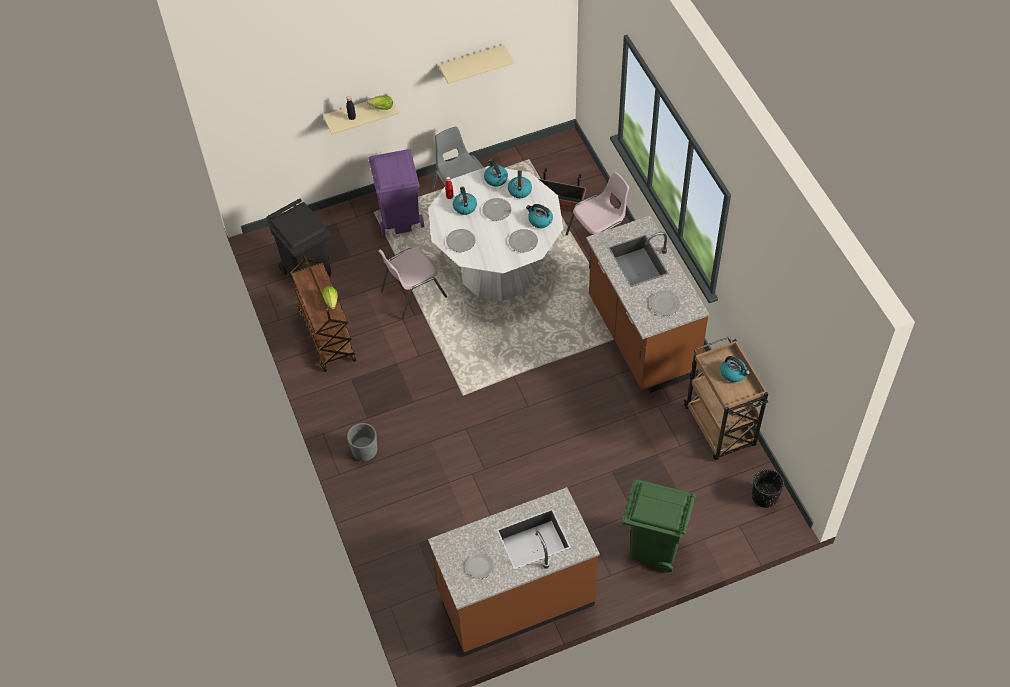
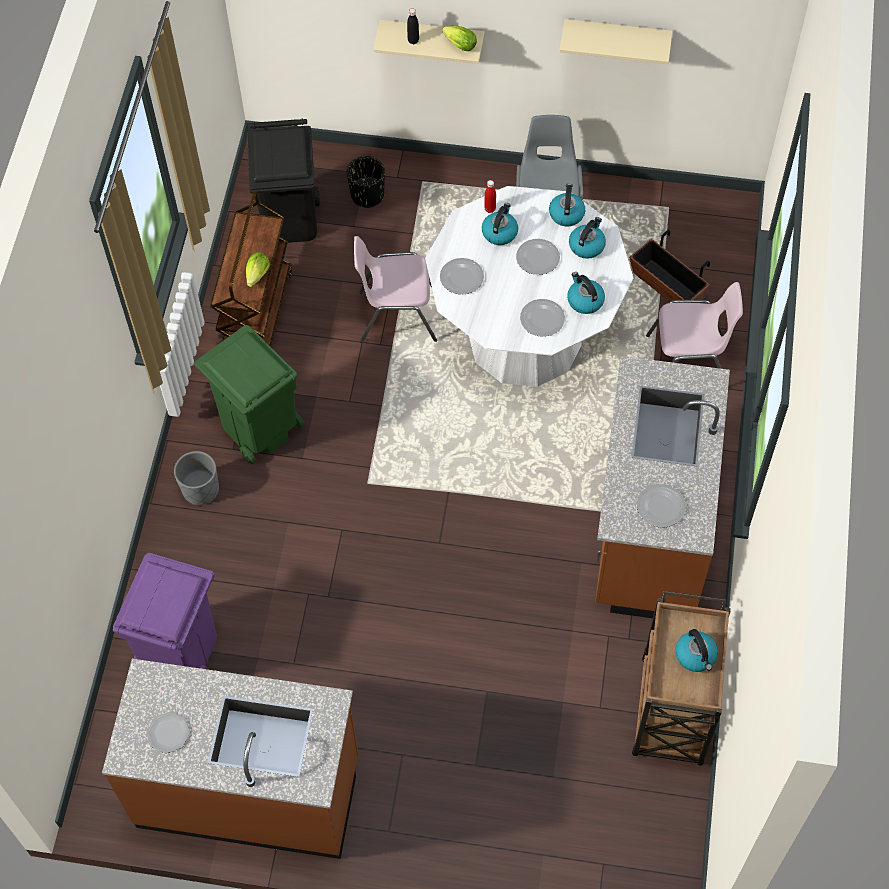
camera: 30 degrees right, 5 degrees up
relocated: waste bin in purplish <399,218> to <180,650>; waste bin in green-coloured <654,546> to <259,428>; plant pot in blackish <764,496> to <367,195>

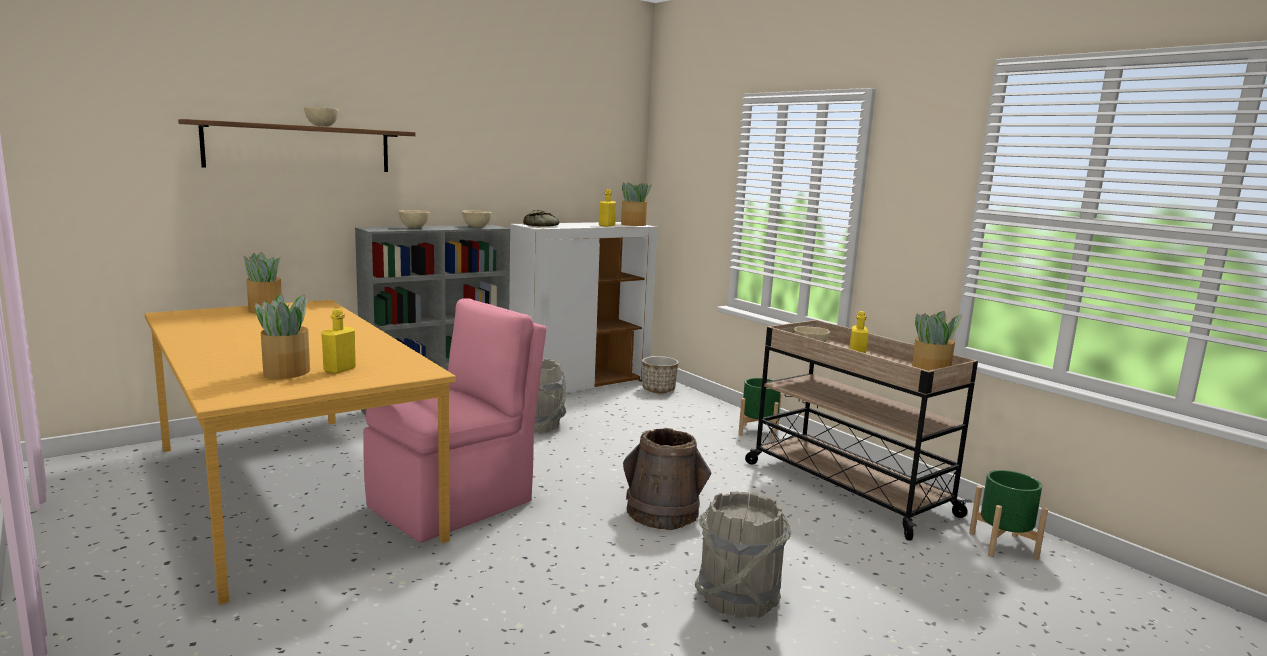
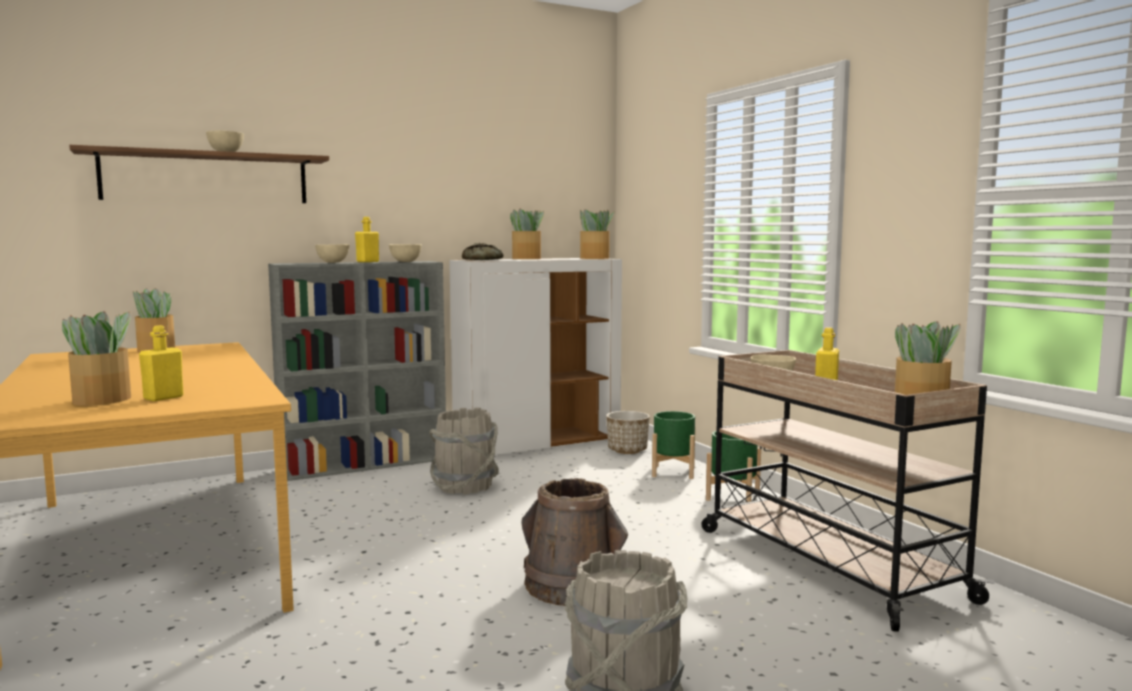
camera: 10 degrees right, 5 degrees down
missing: plain chair in pink-coloured <455,503>
appeared: houseplant <527,258>
relocated: beverage bottle in yellow-coloured <606,225> to <367,262>; plant pot in green-coloured <1002,545> to <673,472>

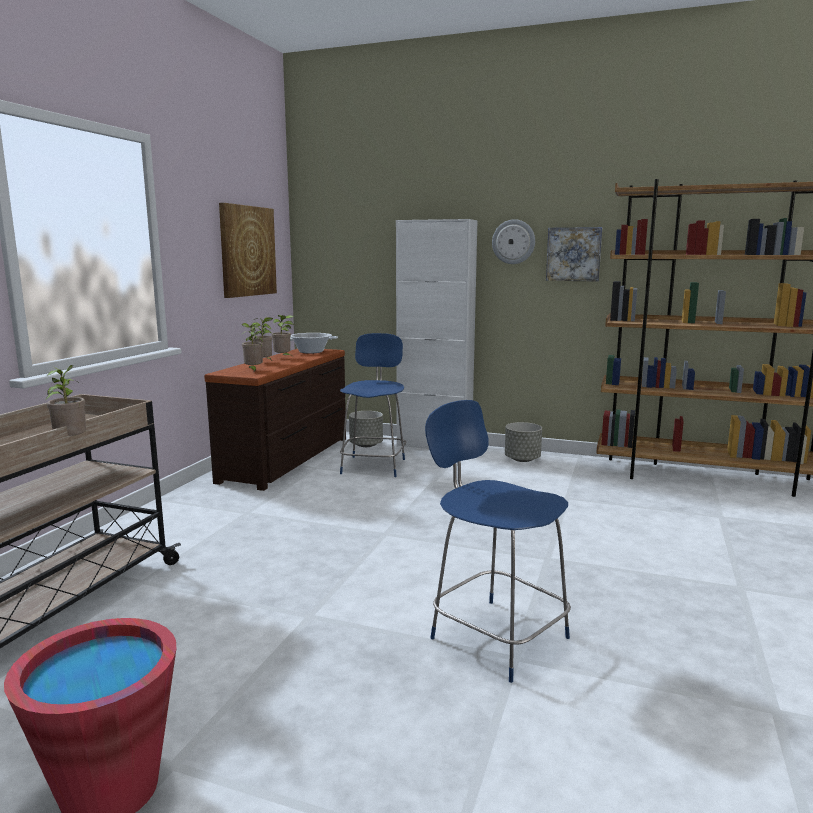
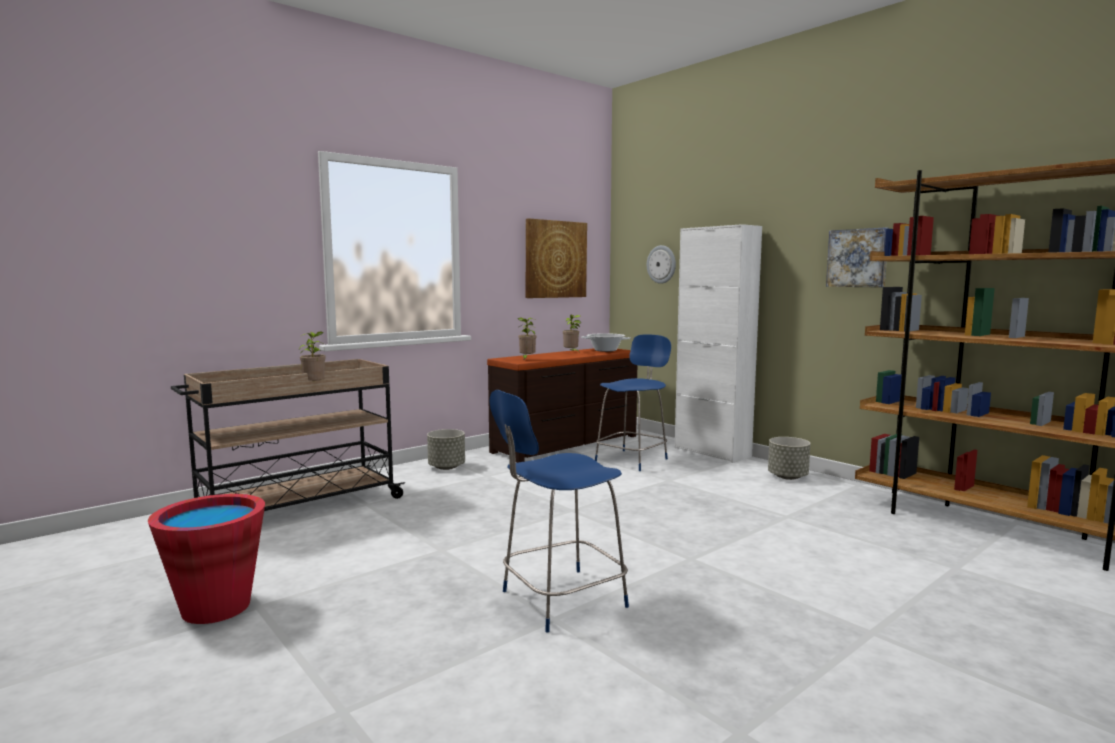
camera: 30 degrees right, 5 degrees down
missing: houseplant <264,362>
relocated: plant pot in gray <366,445> to <446,467>; hanging clock <513,242> to <661,264>
spun: plain chair in bluish <495,635> = <559,600> 105 degrees counterclockwise

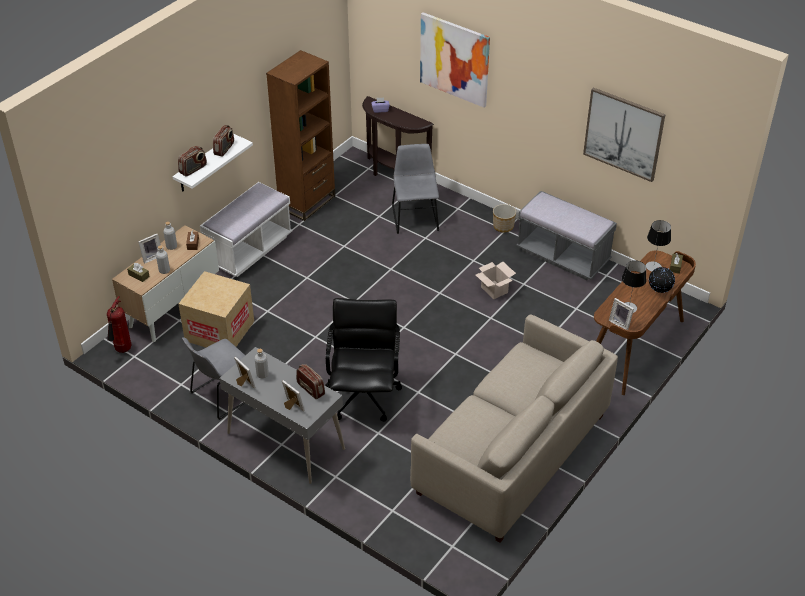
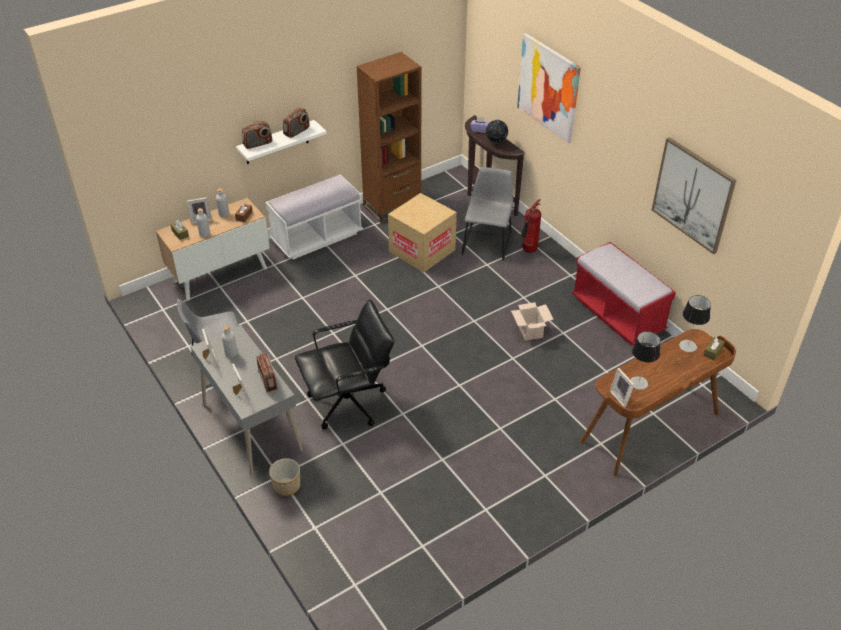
camera: 20 degrees right, 0 degrees up
missing: sofa in beige-coloured <512,454>
relocated: fire extinguisher <122,350> to <528,251>; cardboard box <219,331> to <422,250>; plant pot <503,226> to <287,486>; globe <659,292> to <496,143>
colour: indoor bench in gray <563,256> to indoor bench in red <617,315>
spun: desk chair in blackish <364,396> = <348,403> 45 degrees clockwise

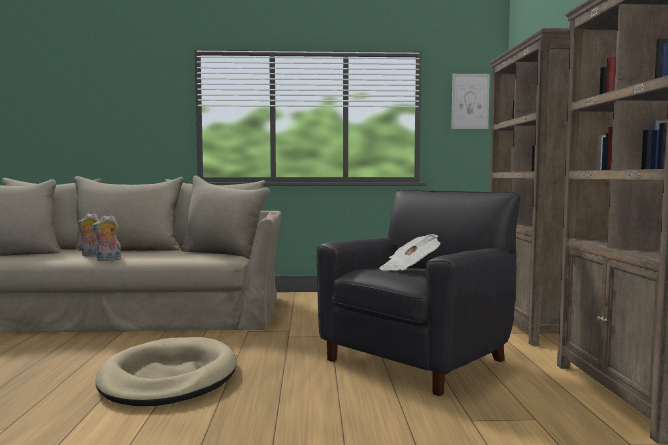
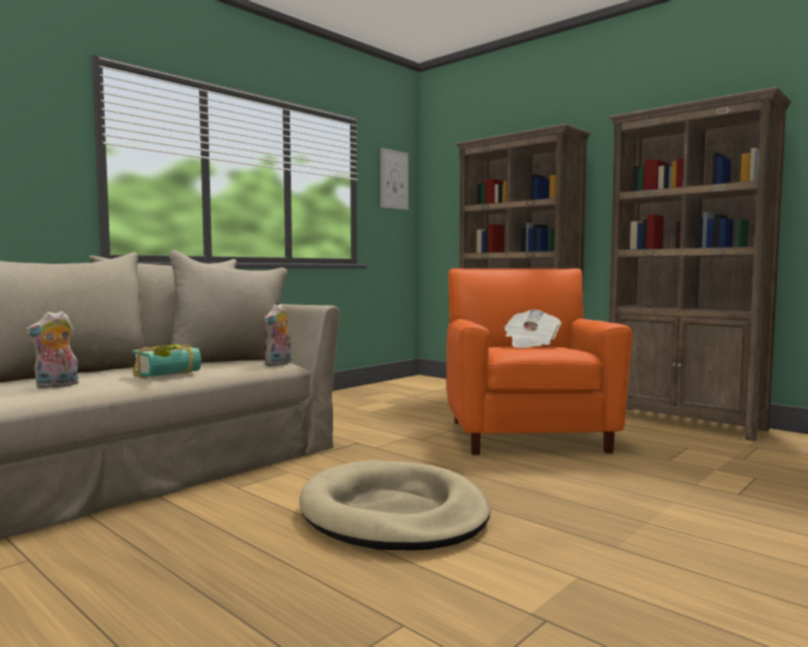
camera: 45 degrees left, 0 degrees up
appeared: volume <170,376>
relocated: cuddly toy <108,260> to <278,364>
colour: lounge chair in blackish <418,359> to lounge chair in orangey <527,435>

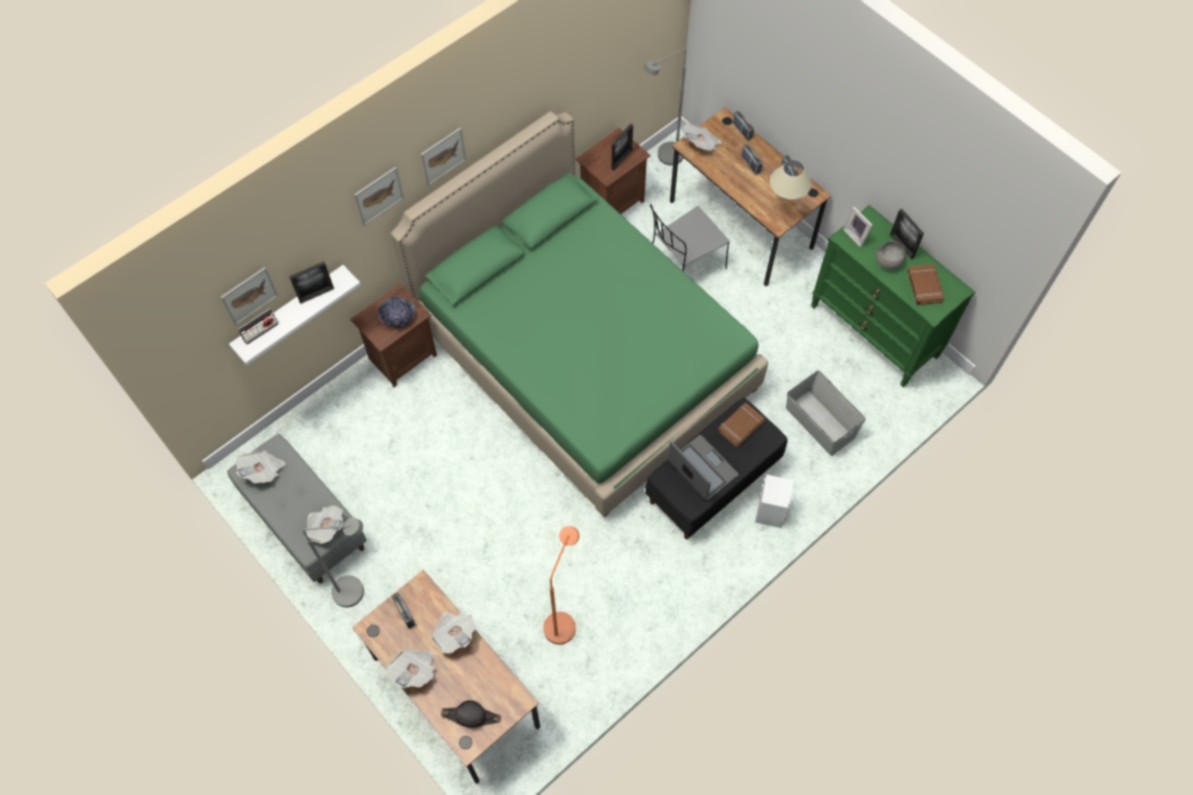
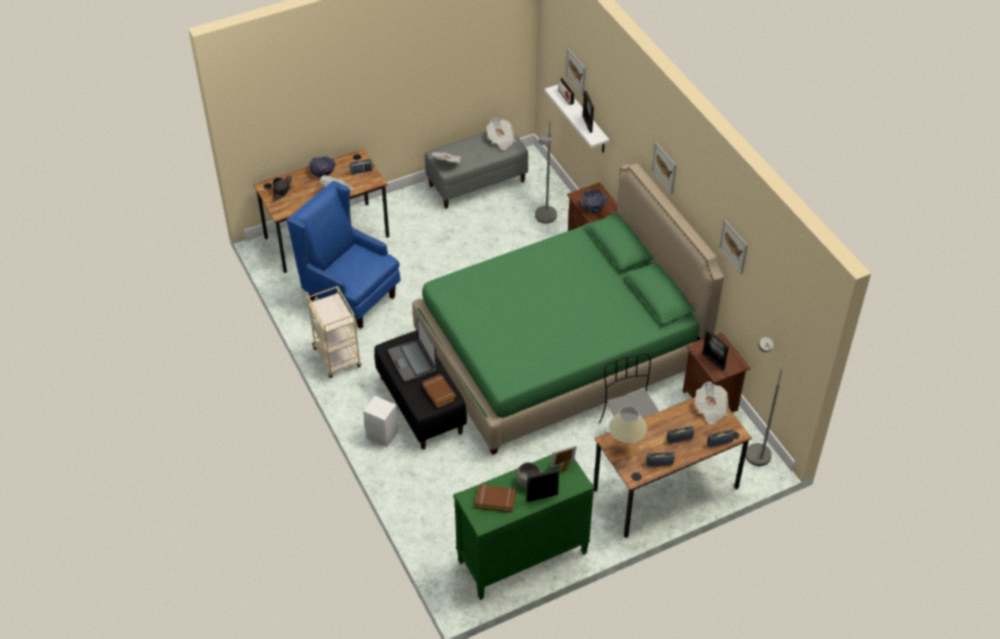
camera: 105 degrees right, 15 degrees down
missing: storage container in gray <820,422>
appeared: wheeled cart in beige-coloured <337,358>
relocated: standing lamp in gray <357,591> to <544,220>; wall picture <378,195> to <734,246>
exchanged: newspaper <415,670> to serving bowl <322,171>; standing lamp in orangey <563,620> to lounge chair in bluish <350,297>
spun: portable computer <702,469> = <412,361> 90 degrees clockwise

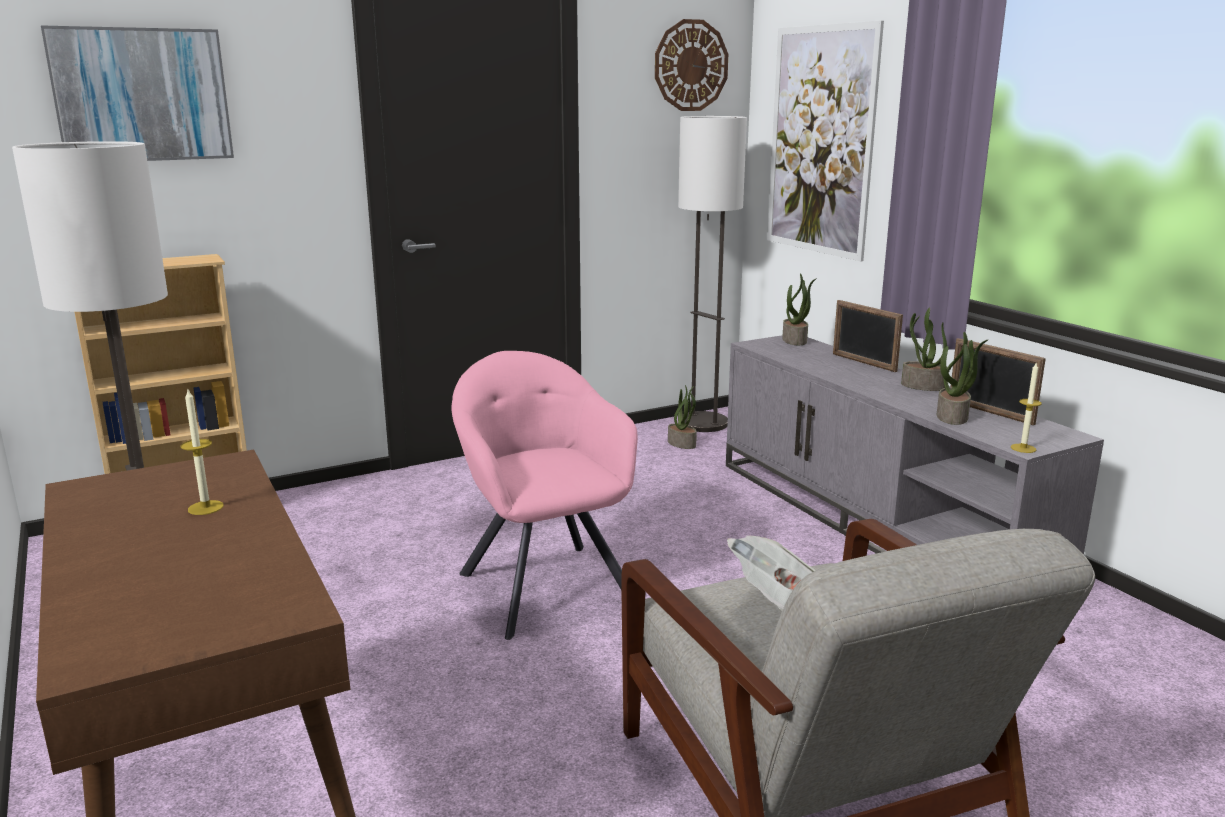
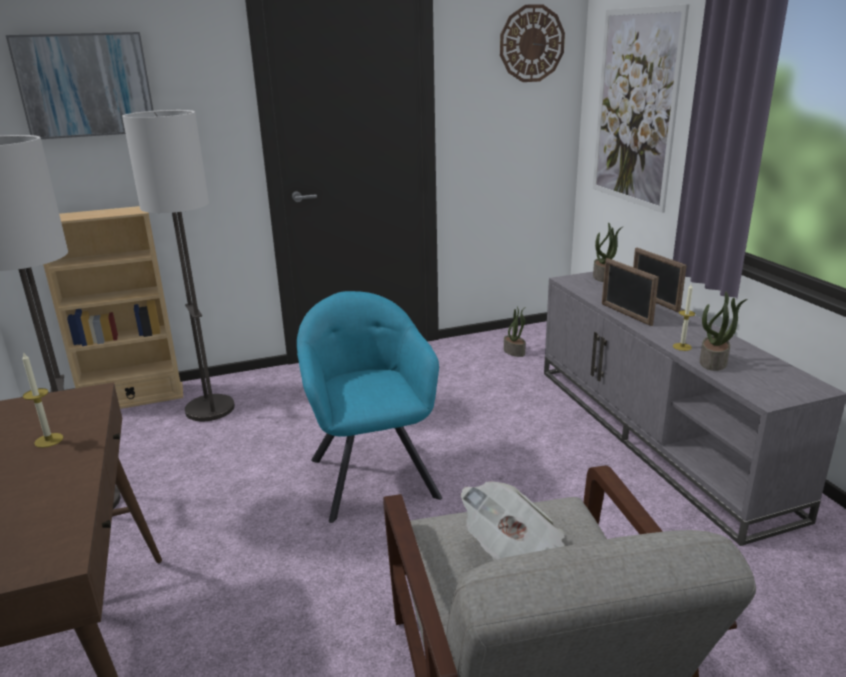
camera: 10 degrees right, 5 degrees up
missing: houseplant <922,386>
relocated: standing lamp <703,423> to <210,409>; picture frame <990,412> to <625,314>; wax candle <1023,448> to <682,347>
colour: lounge chair in pink-coloured <544,584> to lounge chair in blue-green <372,474>

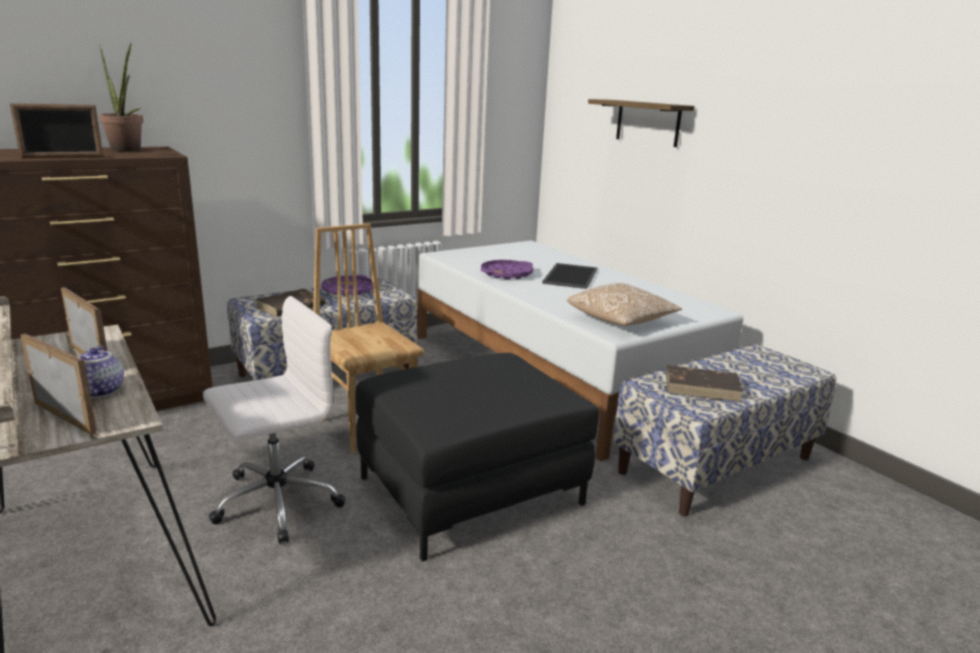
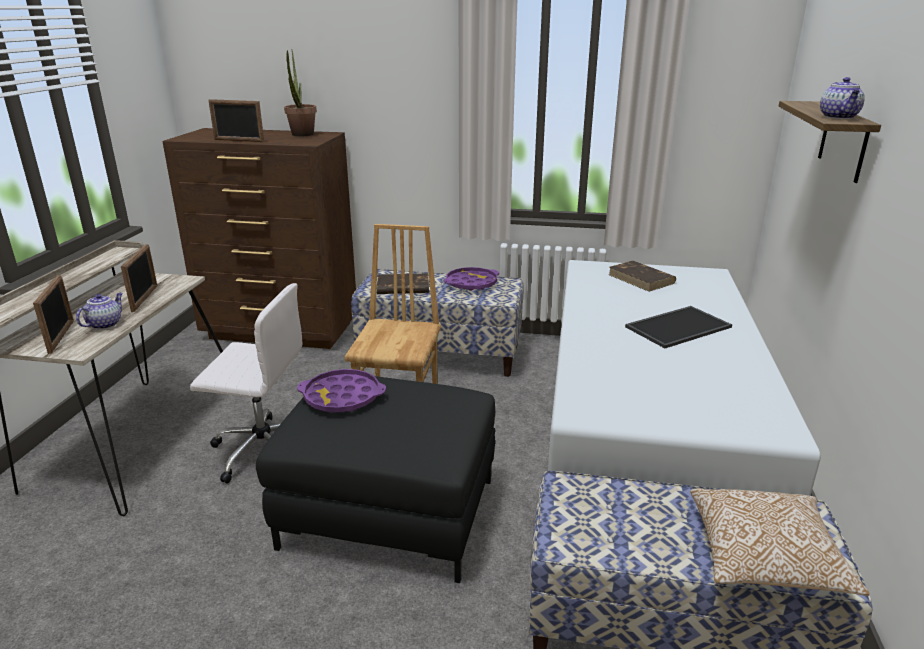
camera: 45 degrees right, 5 degrees up
appeared: teapot <839,117>
relocated: serving tray in purplish <507,274> to <342,397>; throw pillow <621,320> to <764,558>; volume in brown-coloured <702,387> to <641,279>

